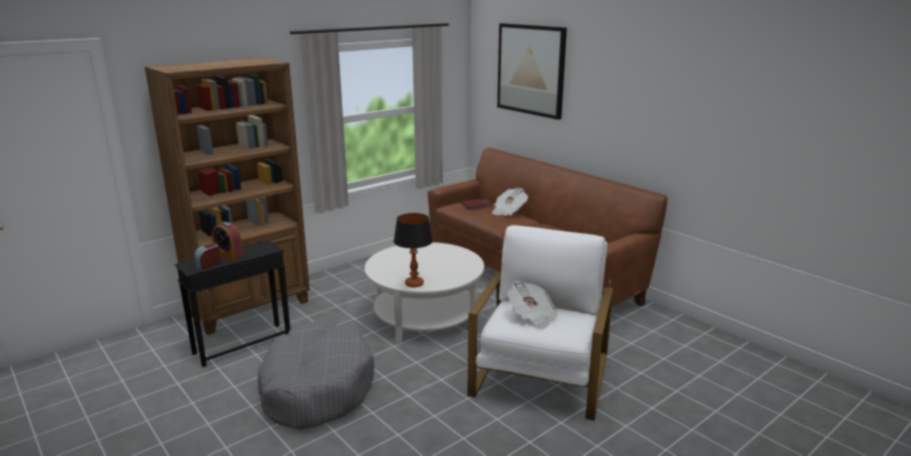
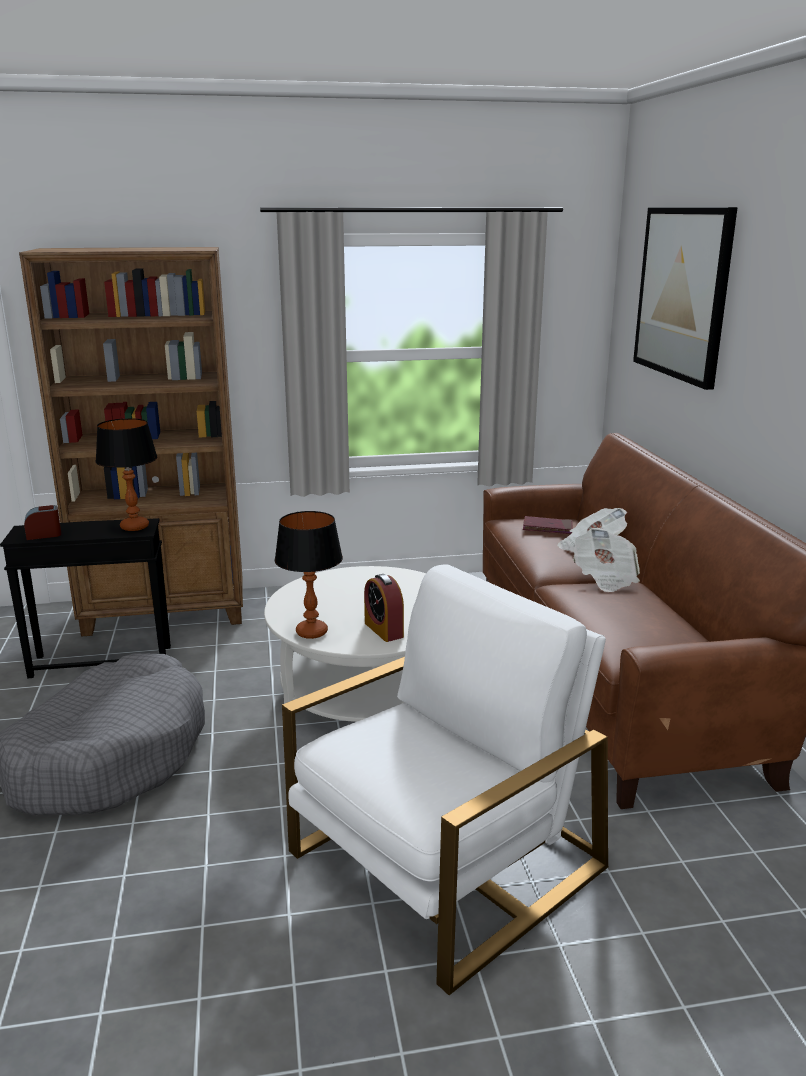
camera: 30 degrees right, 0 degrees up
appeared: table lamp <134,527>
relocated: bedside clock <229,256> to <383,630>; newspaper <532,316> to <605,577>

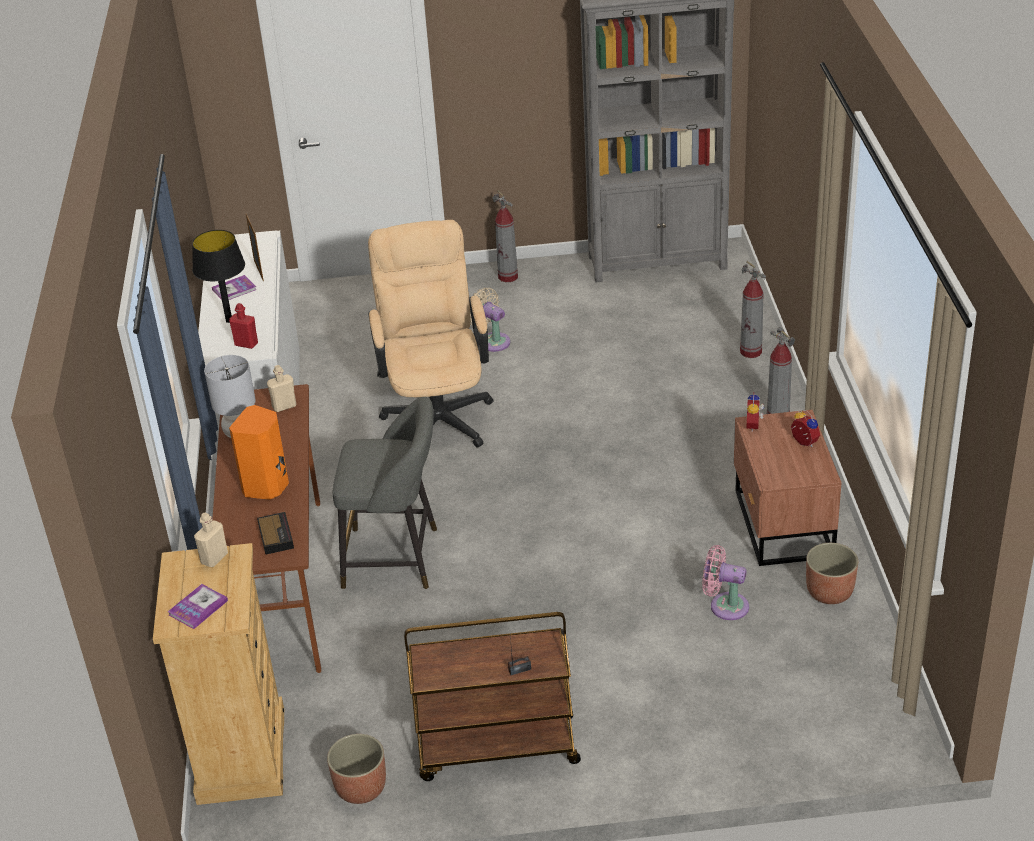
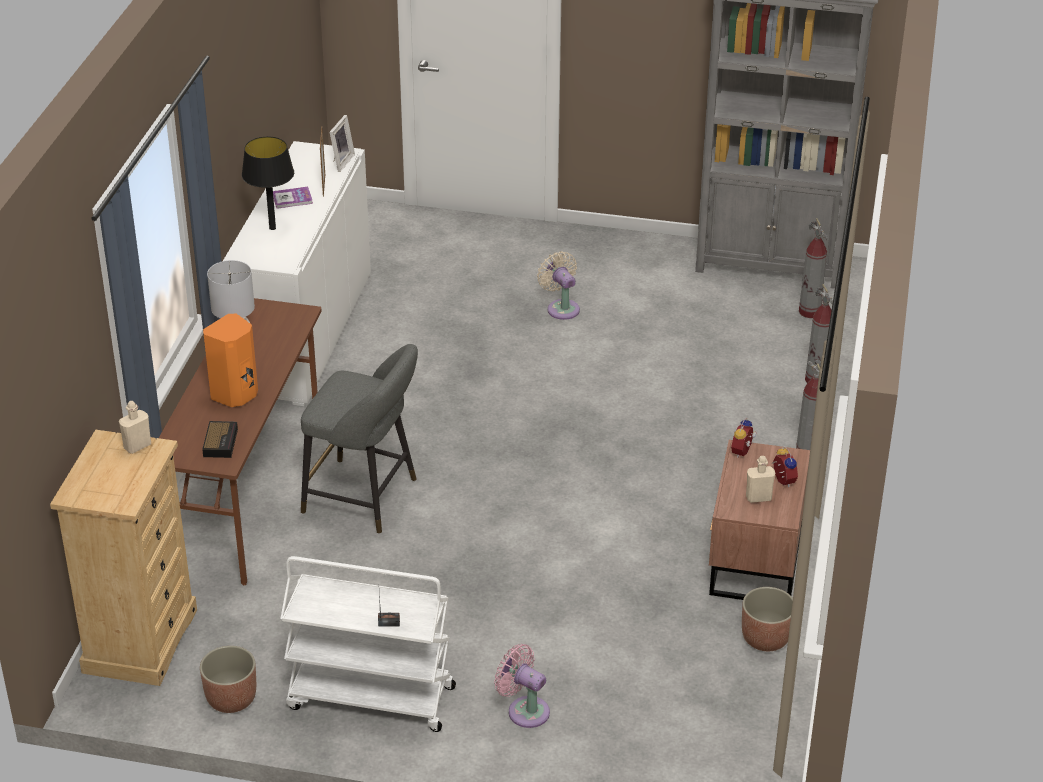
camera: 15 degrees right, 0 degrees up
missing: volume <198,608>; beverage bottle in red <246,344>; desk chair in beige-coloured <437,413>
appeared: picture frame <340,162>
relocated: beverage bottle in beige-coloured <284,406> to <758,497>; fire extinguisher <508,277> to <810,312>; cooling fan in pink-coloured <725,605> to <525,710>
colour: wheeled cart in brown-coloured <496,749> to wheeled cart in white-coloured <369,698>

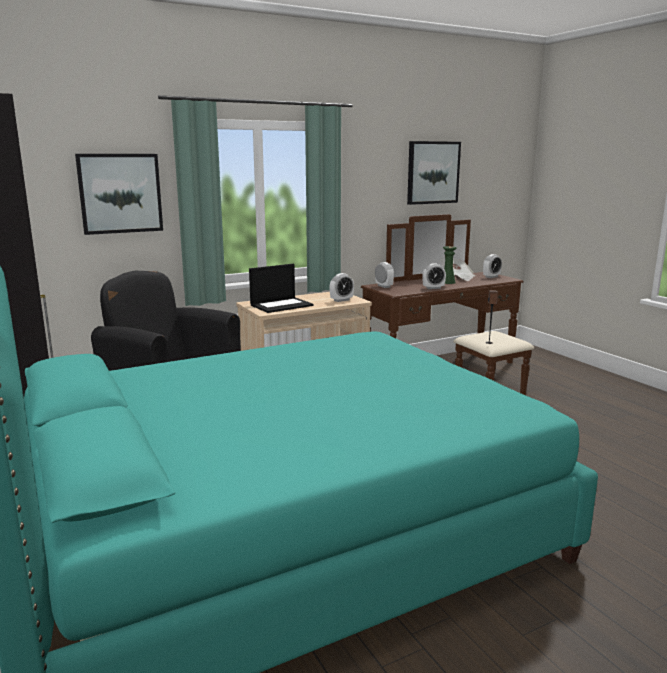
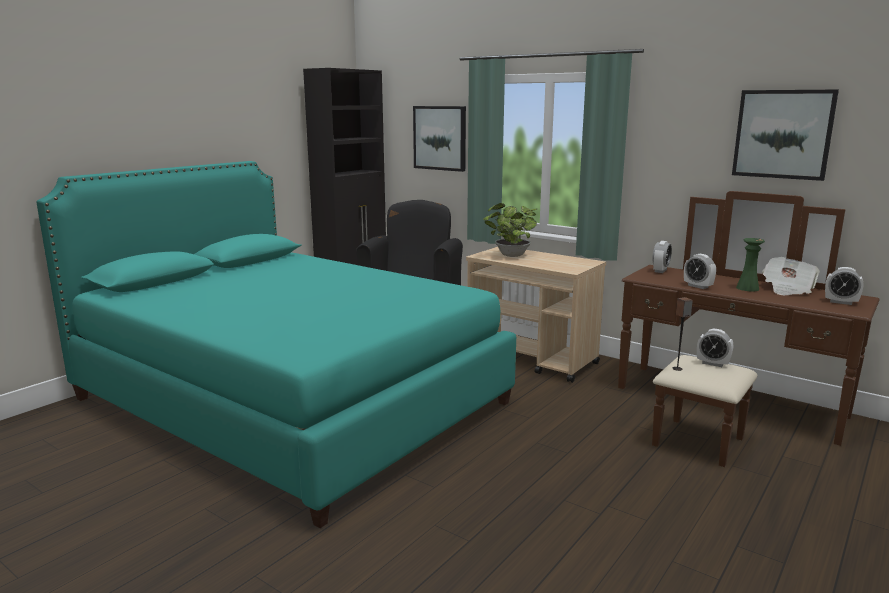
camera: 65 degrees right, 0 degrees up
relocated: bedside clock <341,300> to <712,363>
exchanged: portable computer <281,305> to houseplant <510,255>

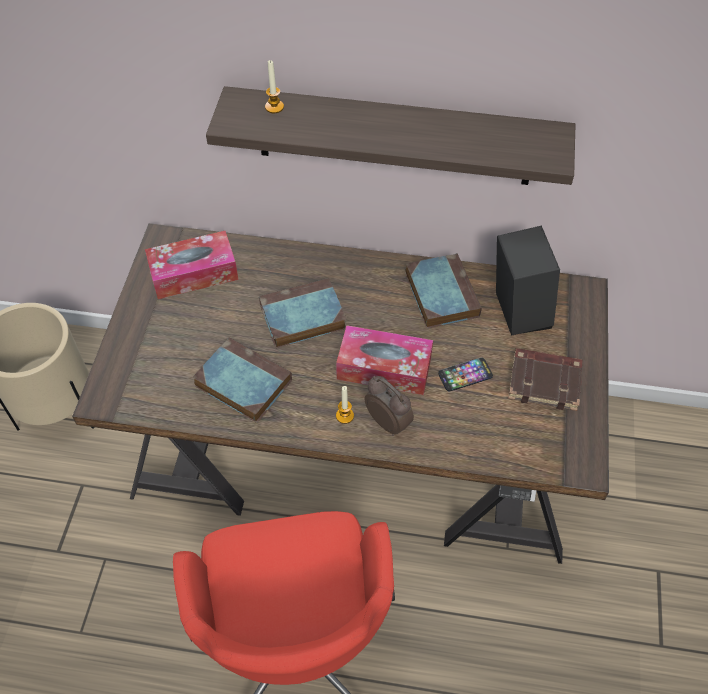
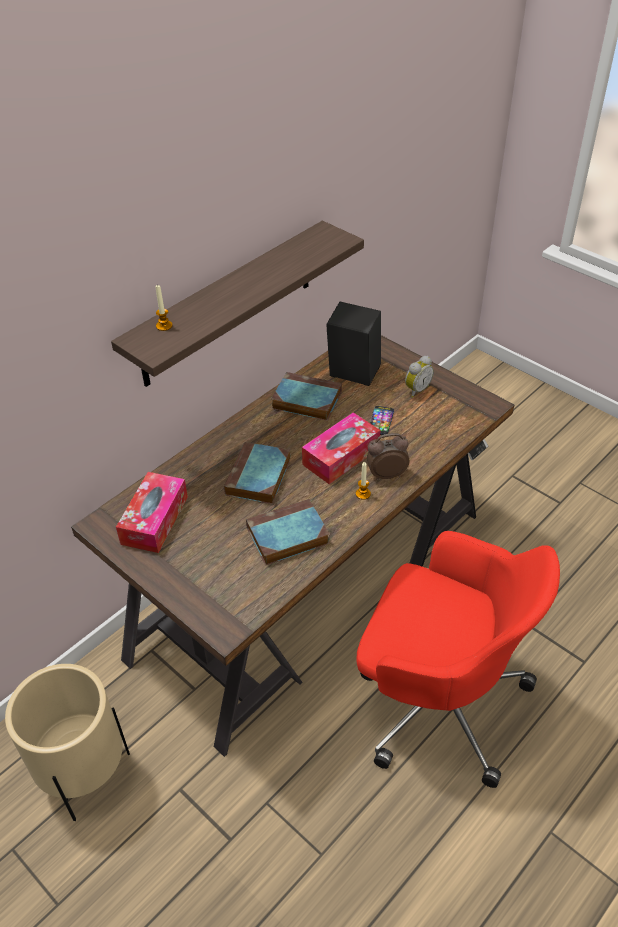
camera: 55 degrees left, 10 degrees down
exchanged: volume in brown-coloured <545,381> to bedside clock <416,389>

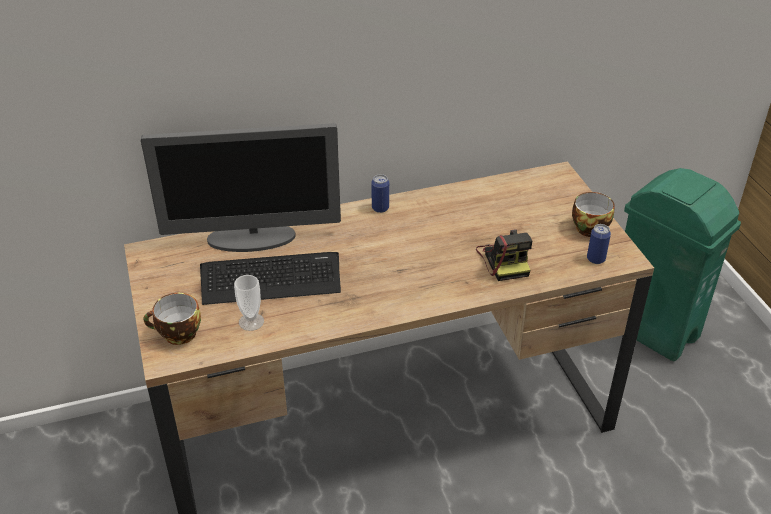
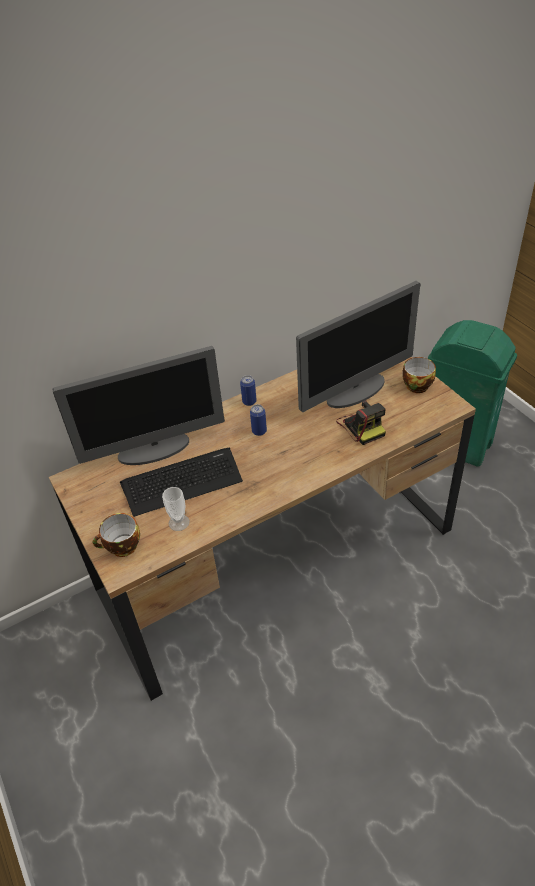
camera: 10 degrees left, 5 degrees up
appeared: computer display <356,391>
relocated: sealed can <595,259> to <259,431>

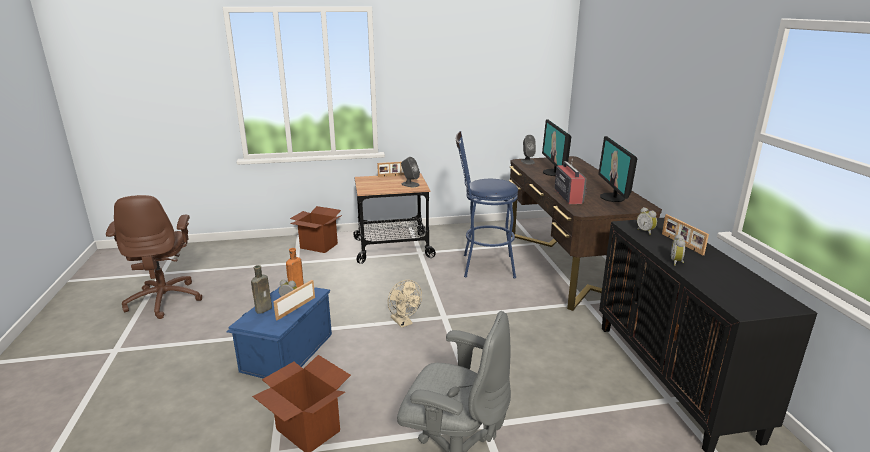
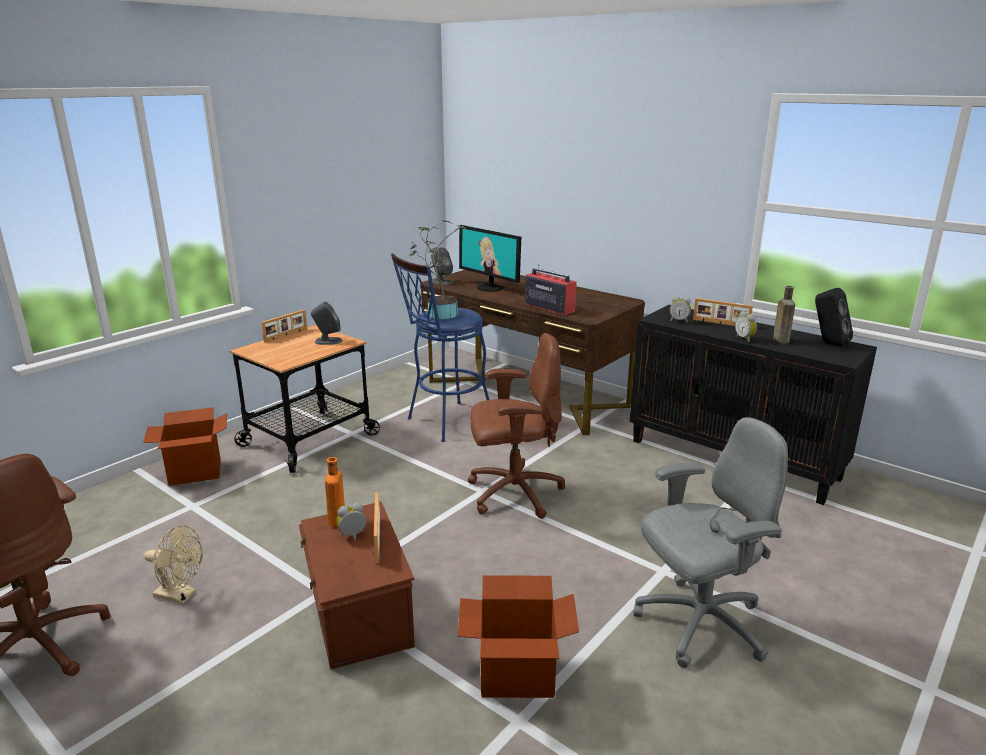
camera: 40 degrees left, 0 degrees up
missing: computer display <613,197>
appeared: houseplant <439,314>; desk chair in brown-coloured <513,493>; audio speaker in blackish <827,343>
relocated: beverage bottle in brown-coloured <264,308> to <780,339>; cooling fan in beige-coloured <403,323> to <181,595>
colour: storage container in bluish <286,352> to storage container in brown-coloured <357,614>

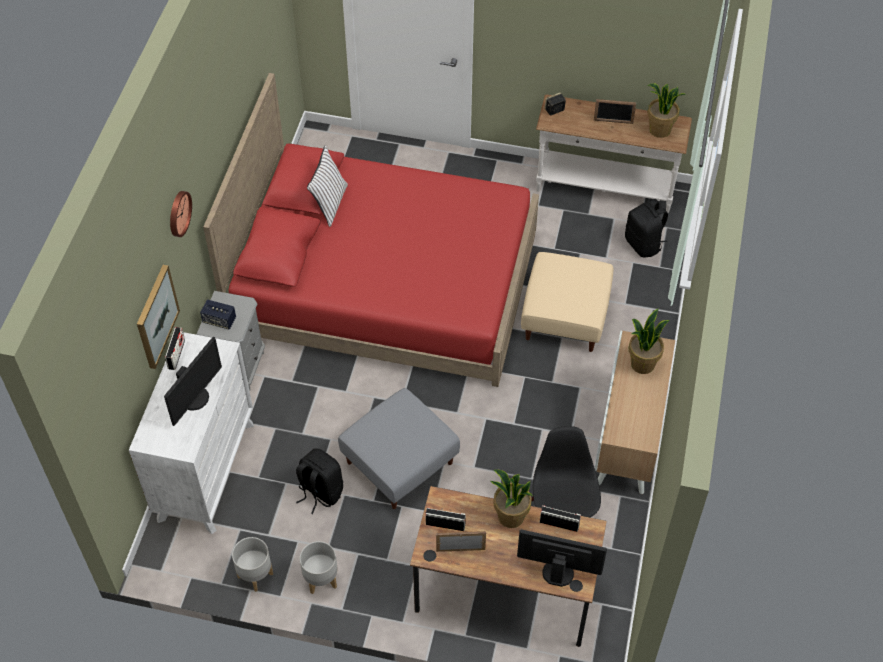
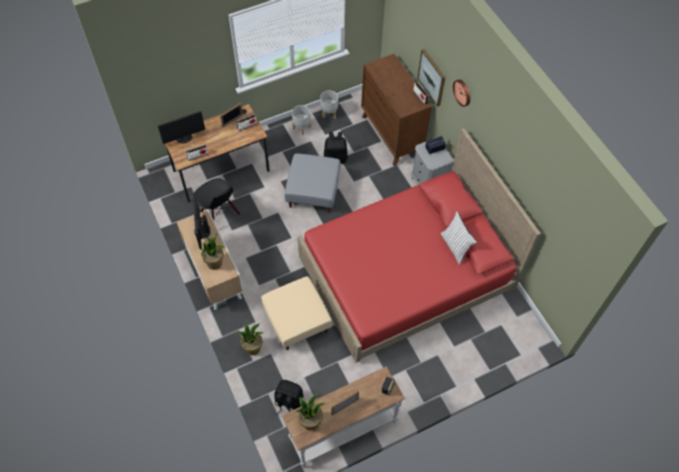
camera: 140 degrees right, 5 degrees up
relocated: computer display <195,398> to <201,231>; houseplant <510,517> to <253,348>
colour: dresser in white-coloured <206,471> to dresser in brown-coloured <391,135>

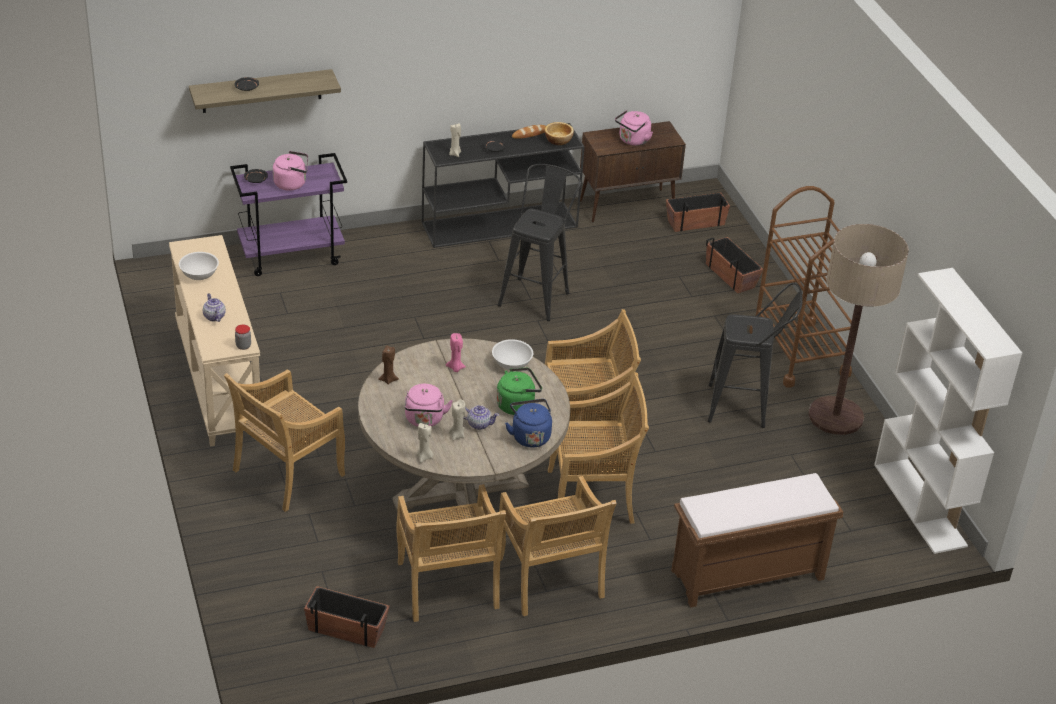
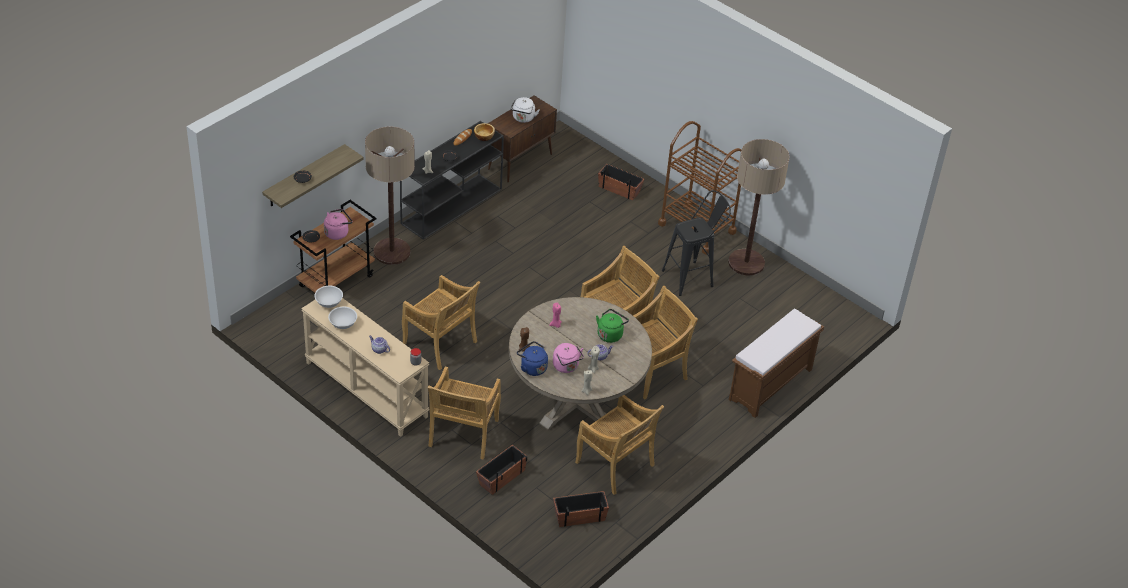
camera: 30 degrees left, 5 degrees up
missing: stool in blackish <537,295>; bookshelf in white-coloured <920,505>
appeared: standing lamp <392,252>
relocated: serving bowl in white-coloured <512,364> to <329,302>; plain chair in beige-coloured <550,580> to <440,344>; kettle in bluish <529,436> to <532,367>; plant pot <695,222> to <501,477>
colour: wheeled cart in purplish <292,255> to wheeled cart in brown-coloured <336,280>; kettle in pink-coloured <633,141> to kettle in white-coloured <523,118>

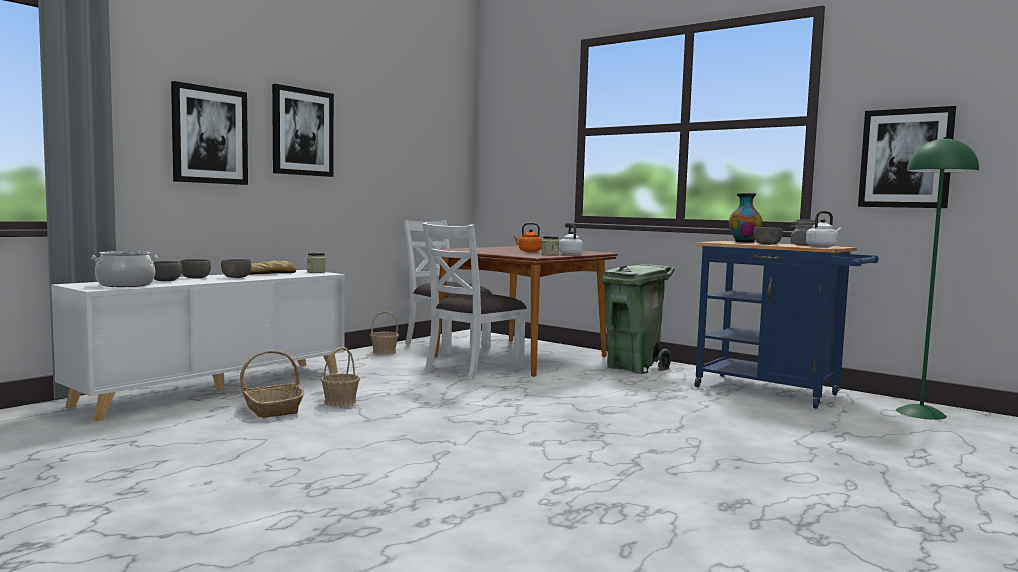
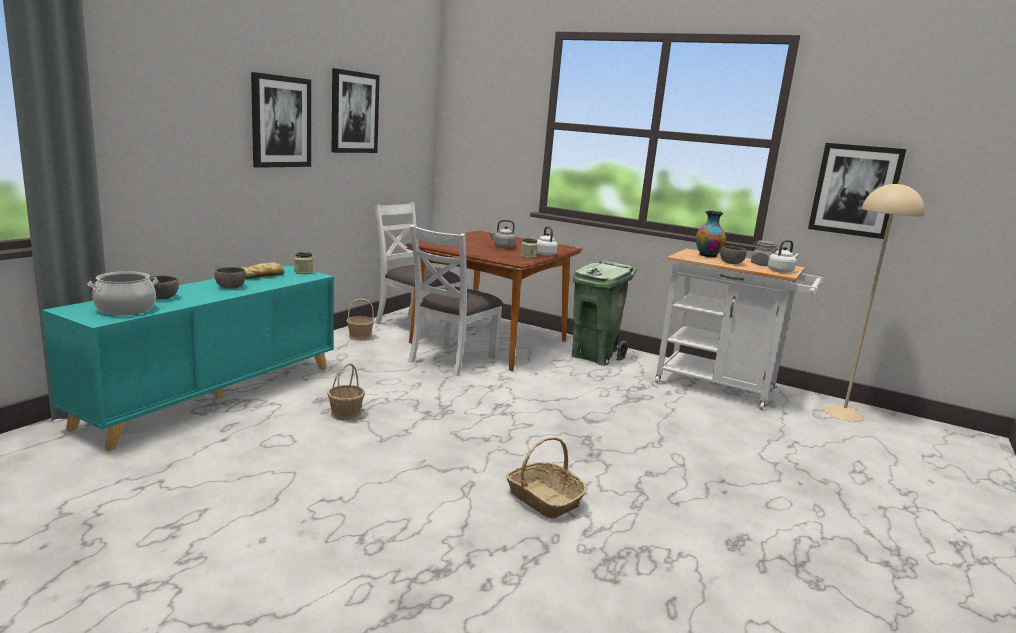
camera: 10 degrees left, 10 degrees up
missing: serving bowl in gray <196,278>
relocated: wall picture <209,135> to <354,112>; basket <272,409> to <543,499>
colour: storage cabinet in white-coloured <217,388> to storage cabinet in blue-green <214,395>; kettle in orangey <528,251> to kettle in gray <502,247>; wheeled cart in bluish <775,392> to wheeled cart in white-coloured <723,389>; standing lamp in green-coloured <921,413> to standing lamp in beige-coloured <844,413>

